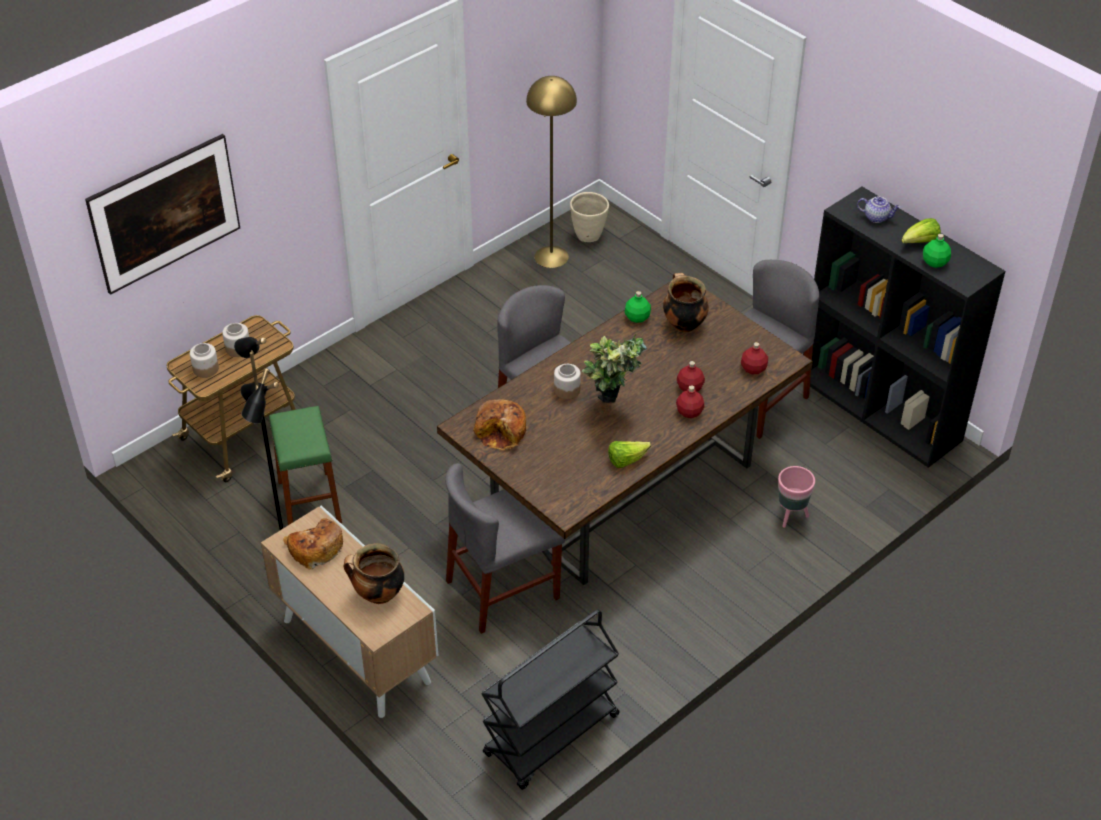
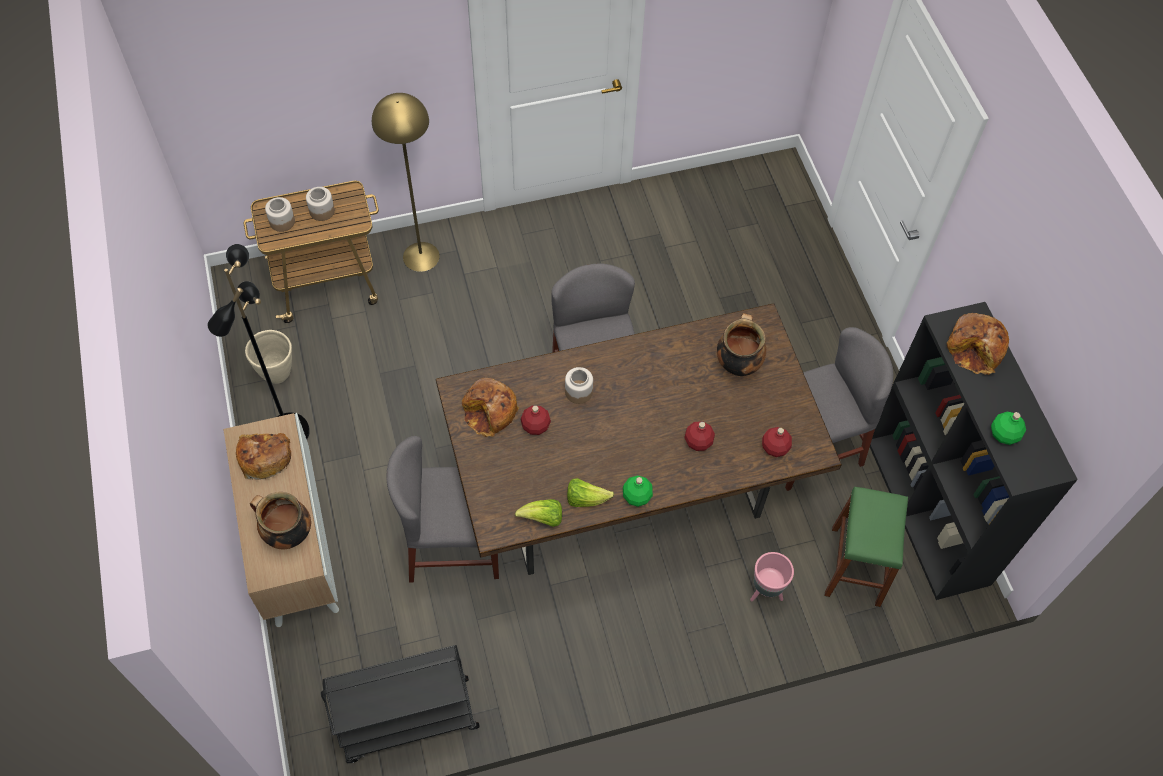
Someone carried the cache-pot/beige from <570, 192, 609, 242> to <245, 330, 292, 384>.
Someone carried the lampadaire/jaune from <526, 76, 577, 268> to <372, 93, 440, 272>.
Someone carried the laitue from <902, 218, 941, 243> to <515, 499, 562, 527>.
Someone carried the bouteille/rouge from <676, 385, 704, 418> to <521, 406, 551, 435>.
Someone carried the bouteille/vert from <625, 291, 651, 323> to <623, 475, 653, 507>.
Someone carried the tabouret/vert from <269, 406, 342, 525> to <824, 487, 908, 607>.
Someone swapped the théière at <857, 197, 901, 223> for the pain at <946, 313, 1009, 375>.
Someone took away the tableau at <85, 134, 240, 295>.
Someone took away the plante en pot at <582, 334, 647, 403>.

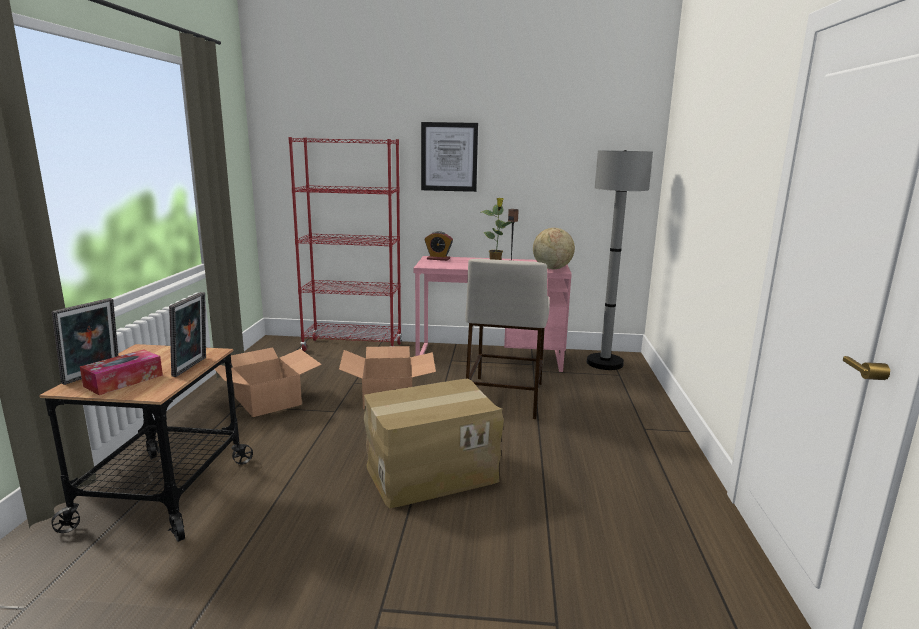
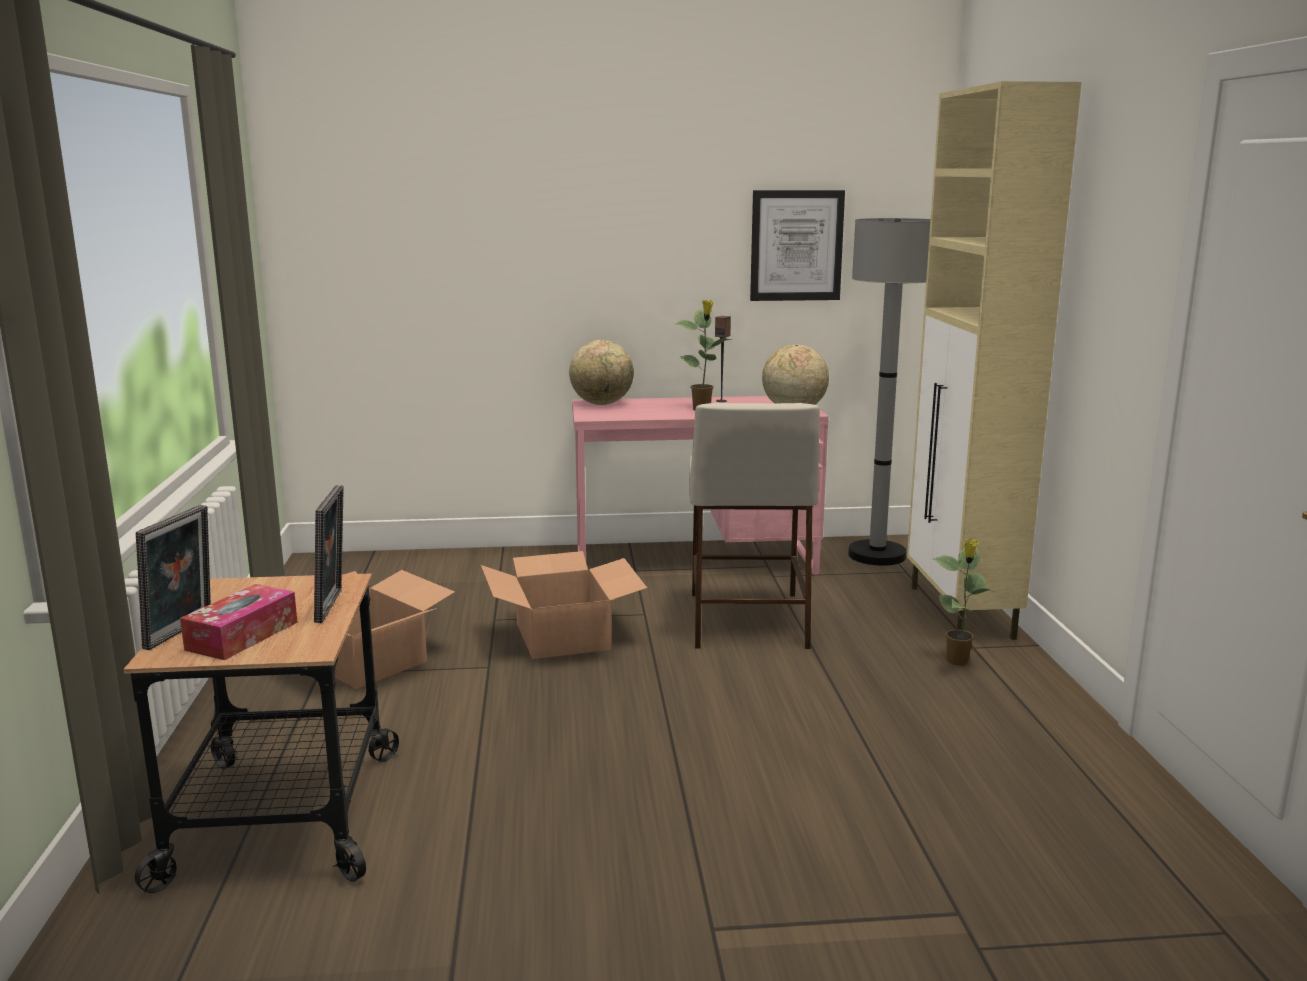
Someone swapped the réveil at <425, 231, 453, 261> for the globe at <569, 340, 634, 405>.
Someone carried the tableau from <421, 122, 478, 192> to <750, 190, 845, 301>.
Someone put down the meuble de rangement/beige at <907, 81, 1082, 640>.
Someone put down the plante en pot at <933, 539, 996, 666>.
Someone took away the bibliothèque/rouge at <288, 137, 402, 351>.
Someone took away the carton at <364, 379, 504, 508>.

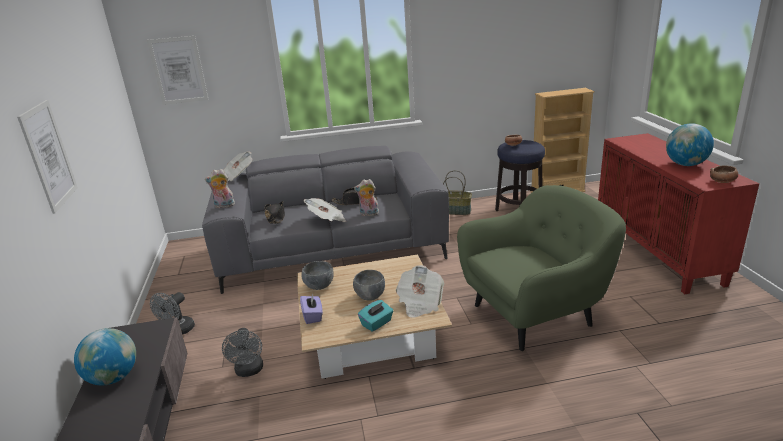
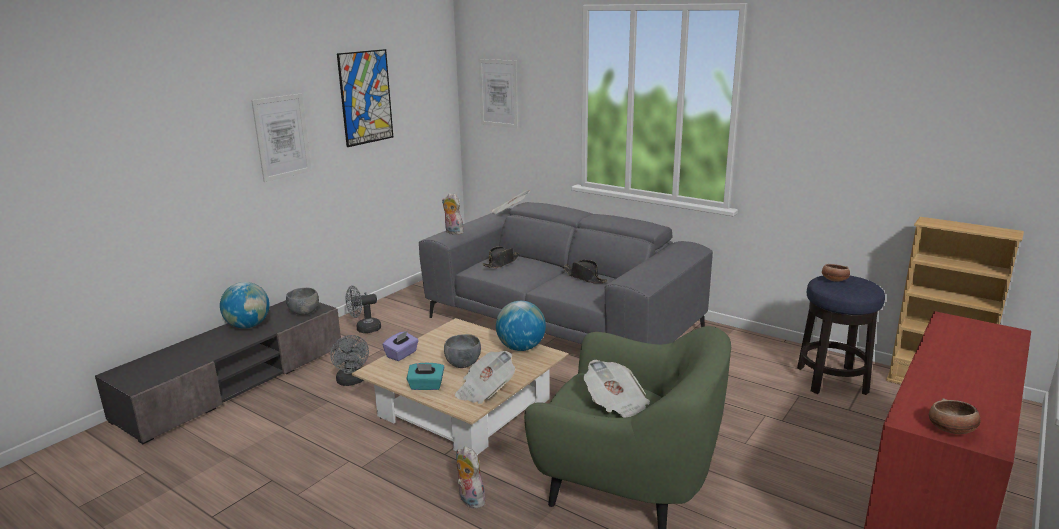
Someone carried the bol/gris from <302, 261, 334, 290> to <286, 288, 319, 316>.
Someone rotated the ventilateur/gris at <222, 328, 263, 377> by 60 degrees counterclockwise.
Someone put up the tableau at <337, 49, 393, 147>.
Someone carried the peluche from <354, 179, 380, 216> to <456, 446, 486, 509>.
Someone carried the globe from <666, 123, 714, 166> to <496, 301, 546, 351>.
Someone carried the journal from <304, 198, 346, 222> to <584, 360, 650, 418>.
Someone took away the panier at <443, 170, 472, 215>.

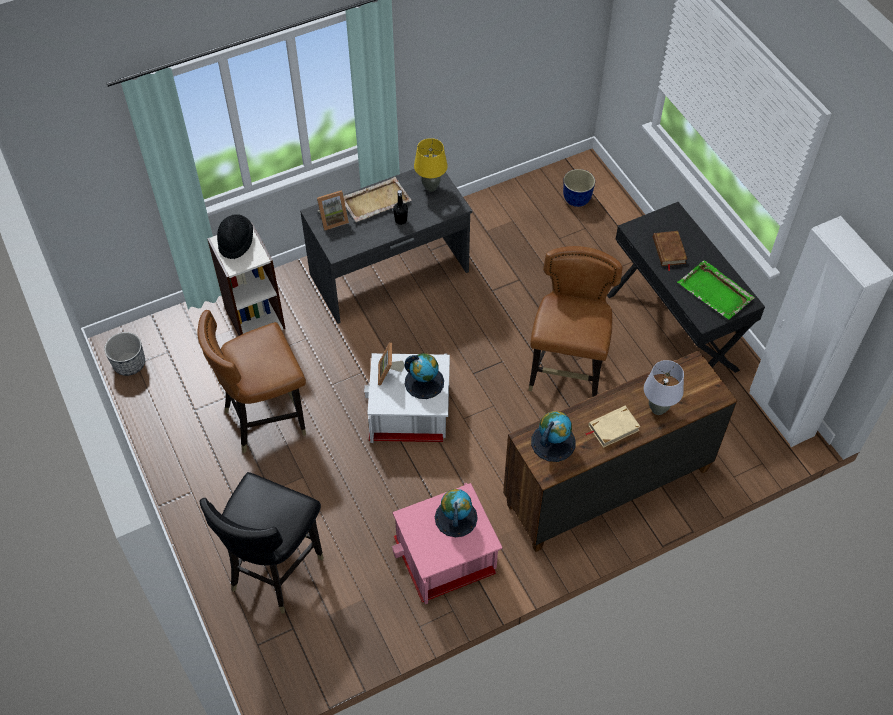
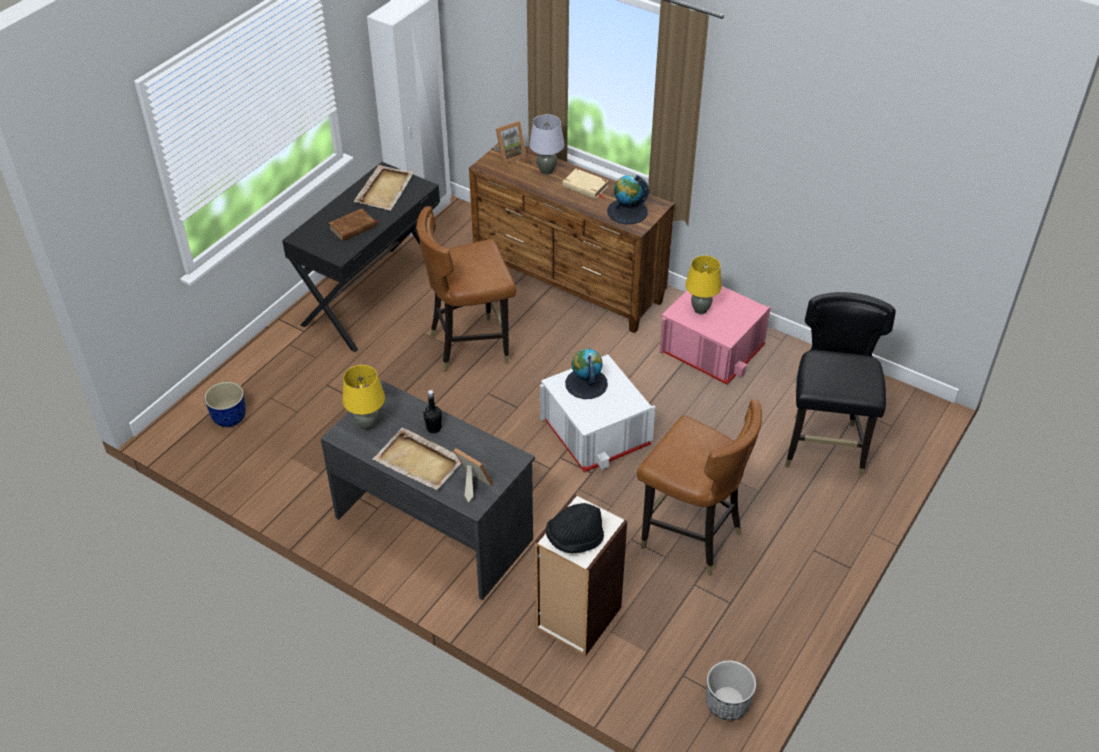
Someone repainted the plateau/vert at <677, 260, 755, 319>, which became the plateau/beige at <354, 165, 414, 211>.
Someone carried the cadre photo from <378, 342, 405, 385> to <493, 121, 527, 164>.
Someone swapped the globe at <435, 489, 478, 537> for the lampe de table/jaune at <685, 256, 722, 314>.
Someone rotated the chaise/noir at <200, 472, 324, 614> by 75 degrees counterclockwise.

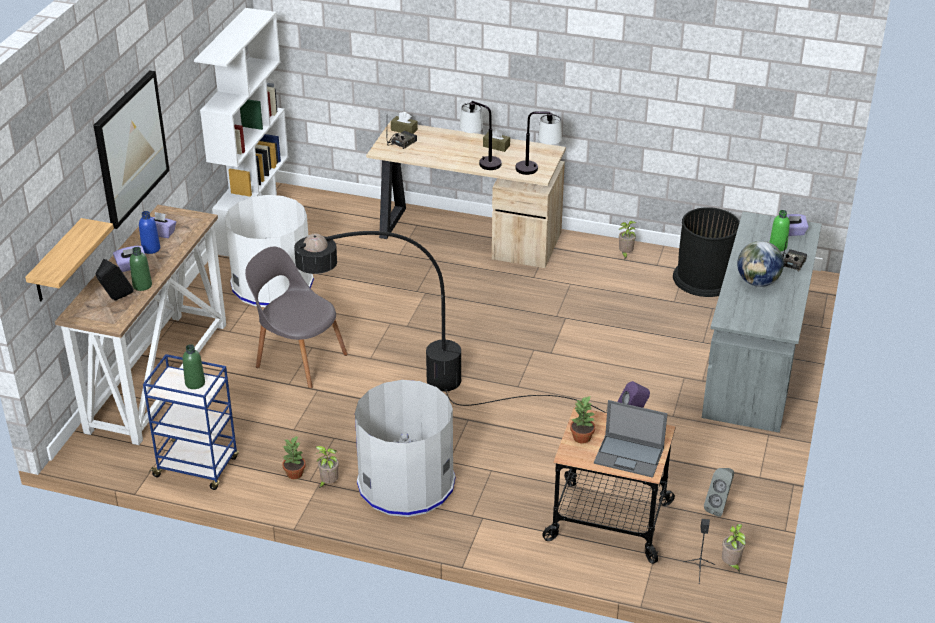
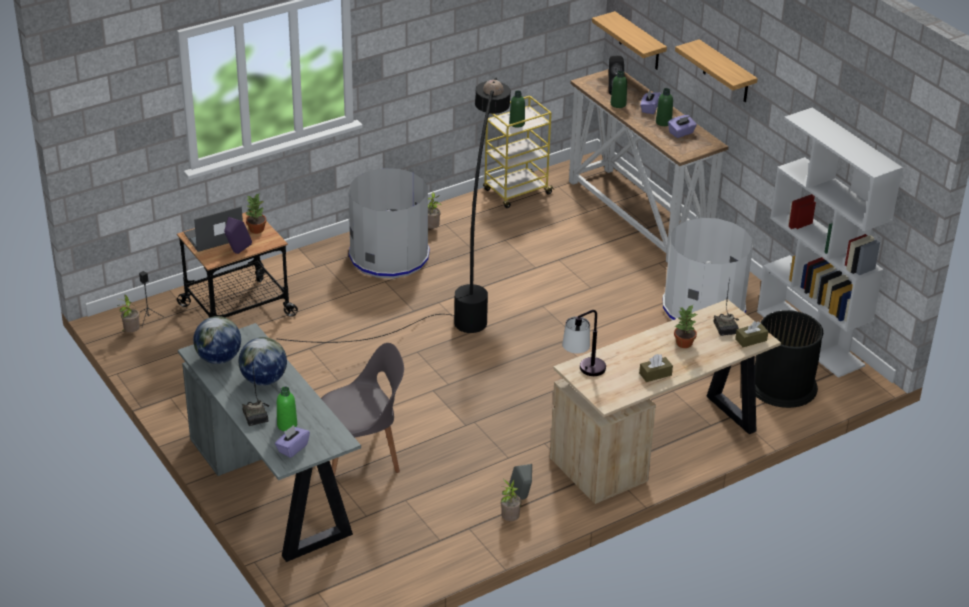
Someone put down the globe at <193, 316, 241, 364>.
Someone carried the chaise/gris from <245, 247, 348, 389> to <321, 343, 404, 476>.
Someone repainted the chariot/bleu at <143, 354, 239, 490>, which became the chariot/jaune at <483, 96, 555, 208>.
Someone carried the enceinte/gris from <704, 468, 734, 517> to <509, 464, 532, 500>.
Someone repainted the bouteille/bleu at <139, 211, 160, 254>, which became the bouteille/vert at <656, 88, 673, 126>.
Someone carried the plante en pot from <283, 437, 306, 479> to <674, 305, 697, 348>.
Someone swapped the tableau at <94, 70, 170, 229> for the étagère at <675, 39, 758, 102>.
Someone carried the poubelle/noir from <673, 207, 740, 297> to <755, 310, 823, 408>.
Someone took away the lampe de table at <460, 101, 502, 170>.

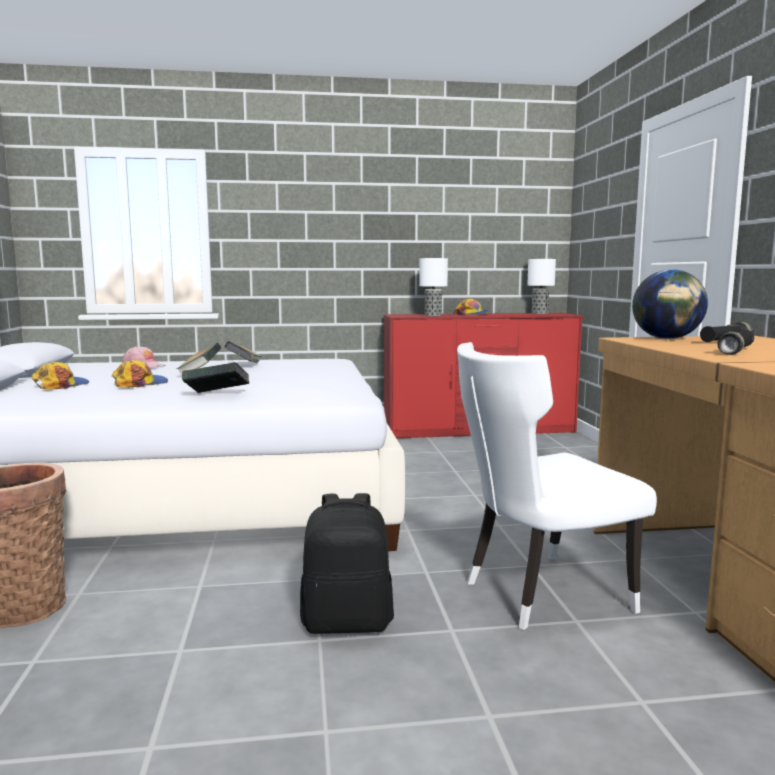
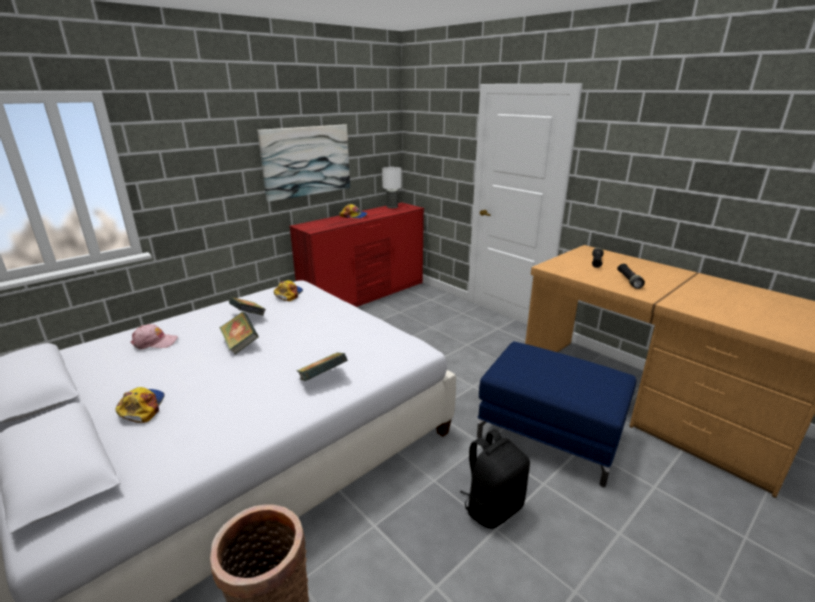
Someone put up the tableau at <257, 124, 350, 202>.
Someone carried the casquette from <112, 360, 168, 388> to <274, 280, 303, 301>.
Someone swapped the chaise/blanc at <457, 342, 657, 630> for the pouf/bleu at <477, 341, 636, 487>.
Someone took away the lampe de table at <419, 258, 448, 316>.
Someone took away the globe at <632, 269, 708, 339>.

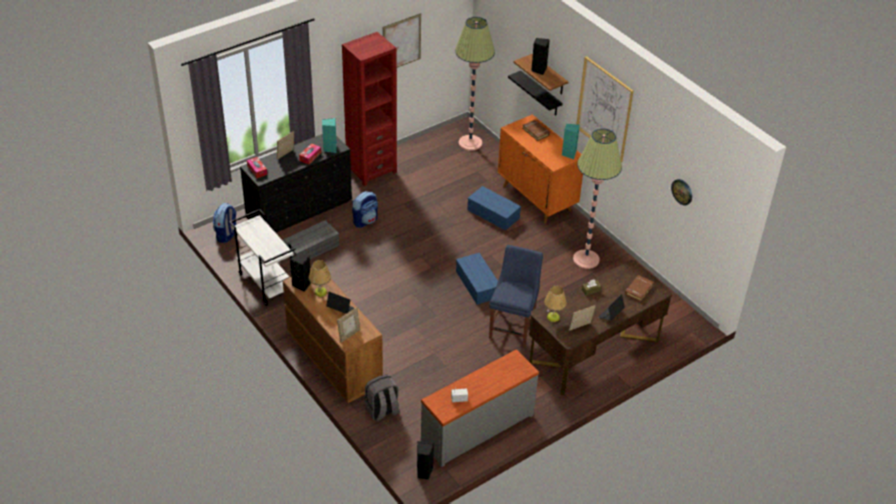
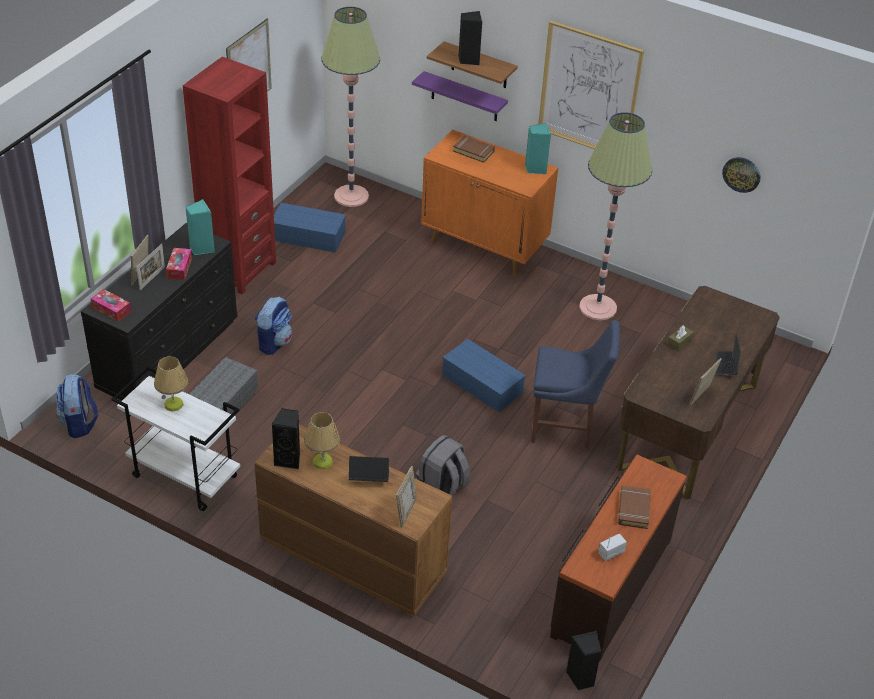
Someone put down the cadre photo at <136, 244, 165, 290>.
Someone carried the lampe de table from <544, 286, 567, 322> to <154, 356, 189, 412>.
Someone carried the boîte de rangement/bleu from <467, 186, 521, 231> to <274, 203, 346, 253>.
Someone repainted the étagère/noir at <508, 71, 563, 115>, which became the étagère/violet at <412, 71, 508, 121>.
Someone carried the sac à dos/gris from <365, 374, 400, 421> to <416, 435, 470, 498>.
Someone rotated the chaise/bleu at <489, 245, 543, 347> by 105 degrees clockwise.
Someone repainted the commode/gris at <421, 349, 539, 467>, which became the commode/marron at <550, 455, 687, 662>.
Someone carried the livre/marron from <625, 275, 654, 302> to <618, 485, 651, 529>.

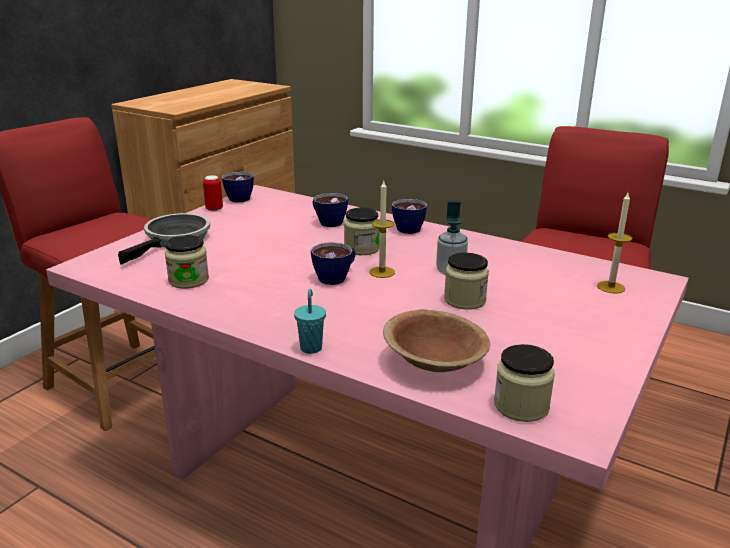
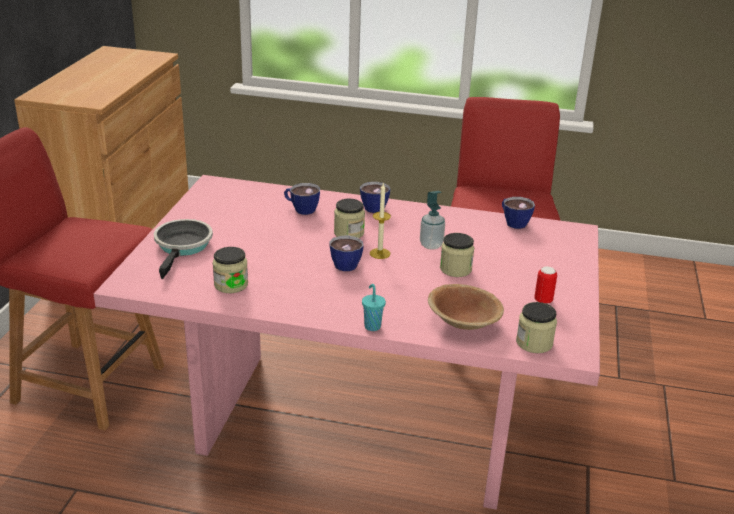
Someone carried the tasse from <222, 172, 254, 202> to <502, 197, 535, 229>.
Someone carried the boîte métallique from <203, 175, 223, 211> to <534, 266, 557, 304>.
Someone took away the bougie at <597, 193, 632, 293>.

